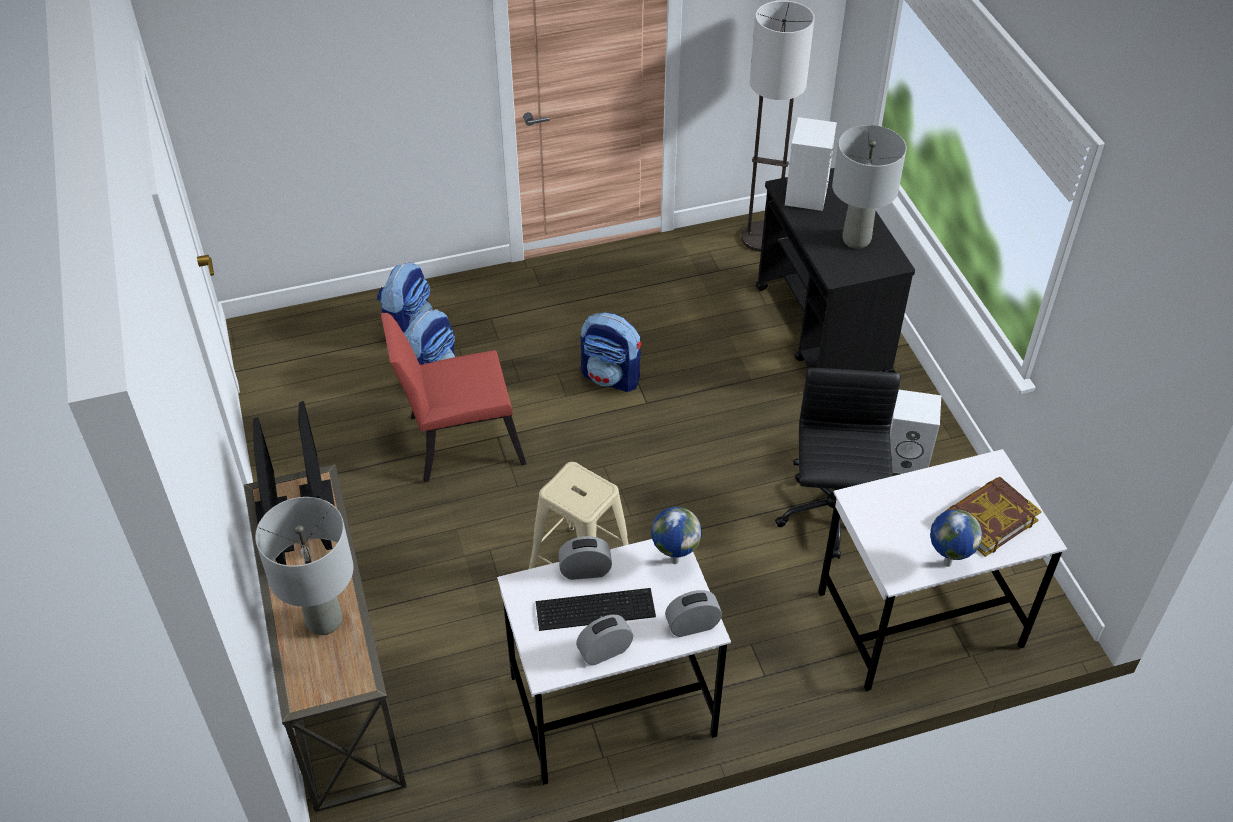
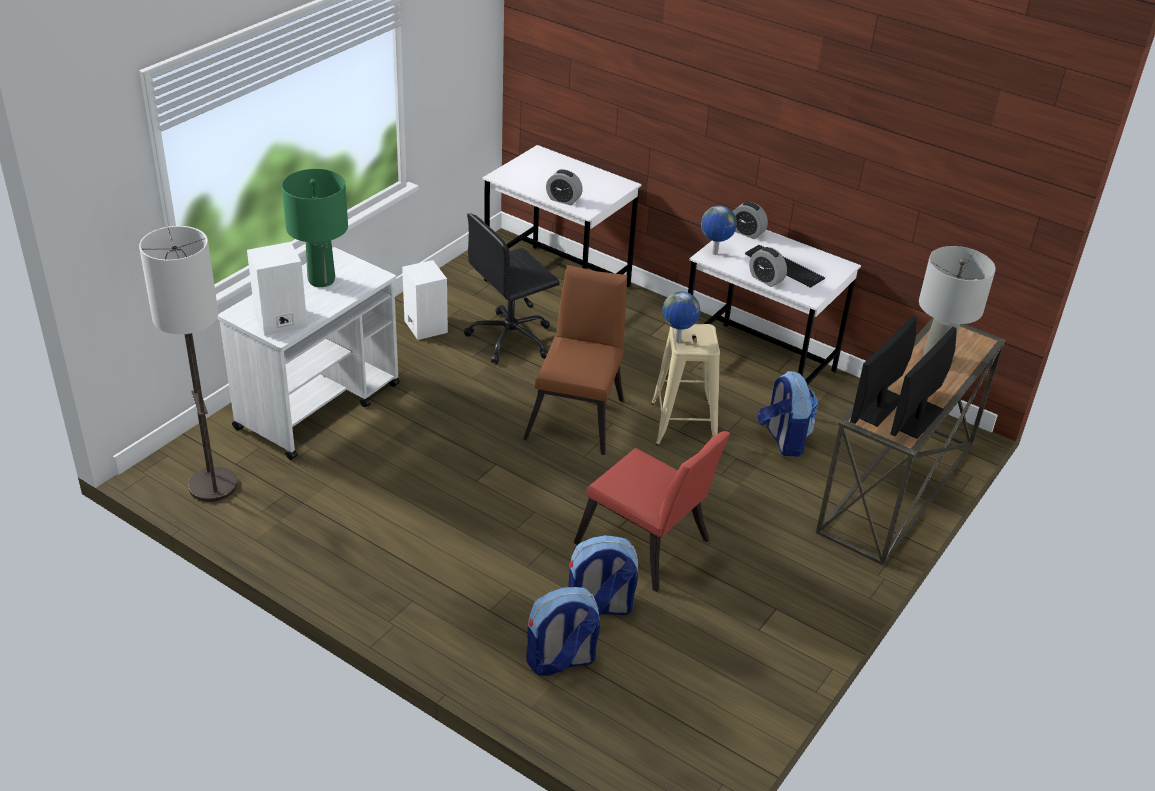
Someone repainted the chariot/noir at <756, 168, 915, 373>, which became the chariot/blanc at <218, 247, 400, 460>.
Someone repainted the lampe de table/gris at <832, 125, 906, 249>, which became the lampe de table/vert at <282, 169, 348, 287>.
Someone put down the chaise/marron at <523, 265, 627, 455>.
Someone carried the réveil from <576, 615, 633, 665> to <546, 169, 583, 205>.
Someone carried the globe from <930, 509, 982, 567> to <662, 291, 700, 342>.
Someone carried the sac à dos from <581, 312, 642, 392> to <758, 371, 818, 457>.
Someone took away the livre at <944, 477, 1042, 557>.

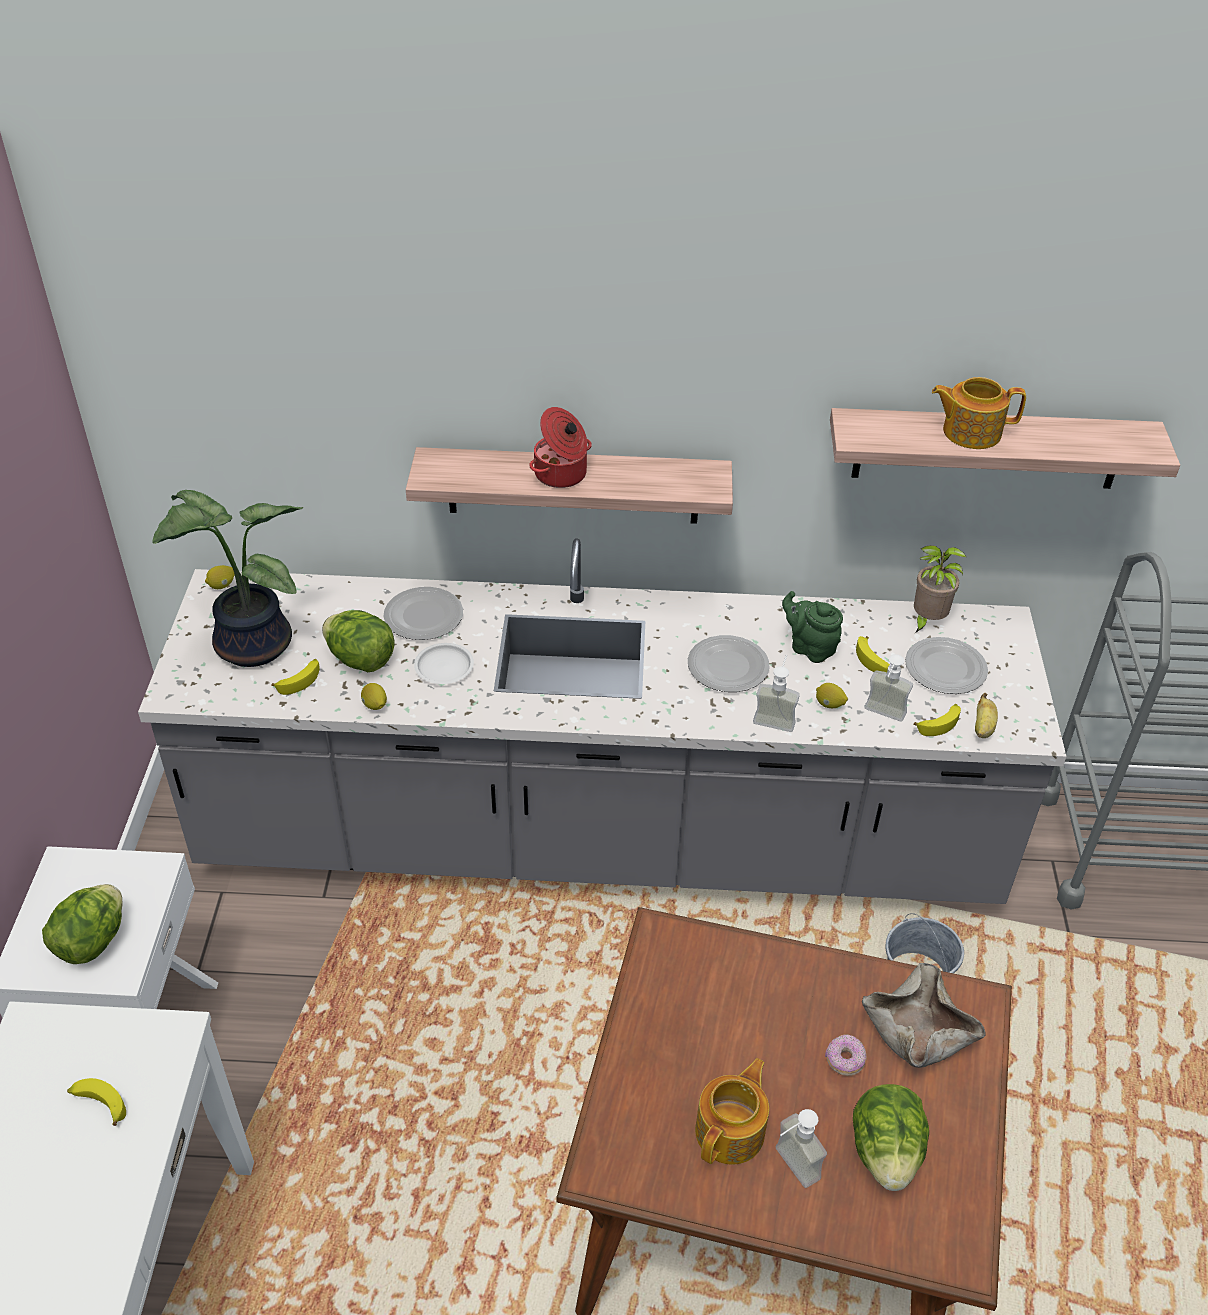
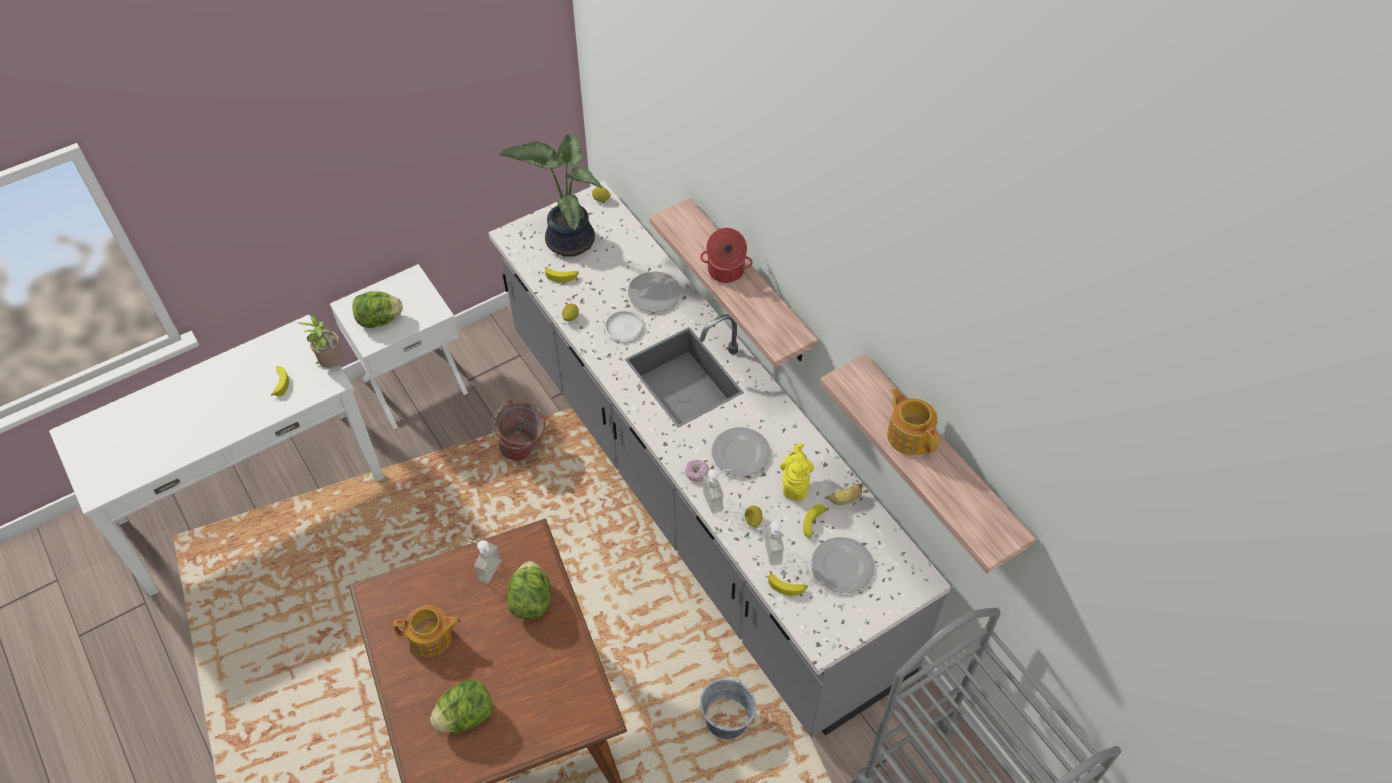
Someone carried the plante en pot from <914, 545, 966, 633> to <298, 314, 344, 368>.
Someone carried the distributeur de savon from <775, 1109, 827, 1188> to <466, 539, 501, 584>.
Someone put down the seau at <491, 399, 545, 461>.
Someone carried the laitue from <322, 610, 395, 672> to <507, 561, 551, 619>.
Someone carried the beignet from <825, 1034, 867, 1076> to <685, 460, 709, 482>.
Someone repainted the théière/vert at <782, 591, 843, 663>, which became the théière/jaune at <780, 443, 814, 500>.
Someone carried the banane from <975, 693, 998, 738> to <827, 483, 863, 505>.
Someone took away the bol/beige at <862, 963, 986, 1068>.

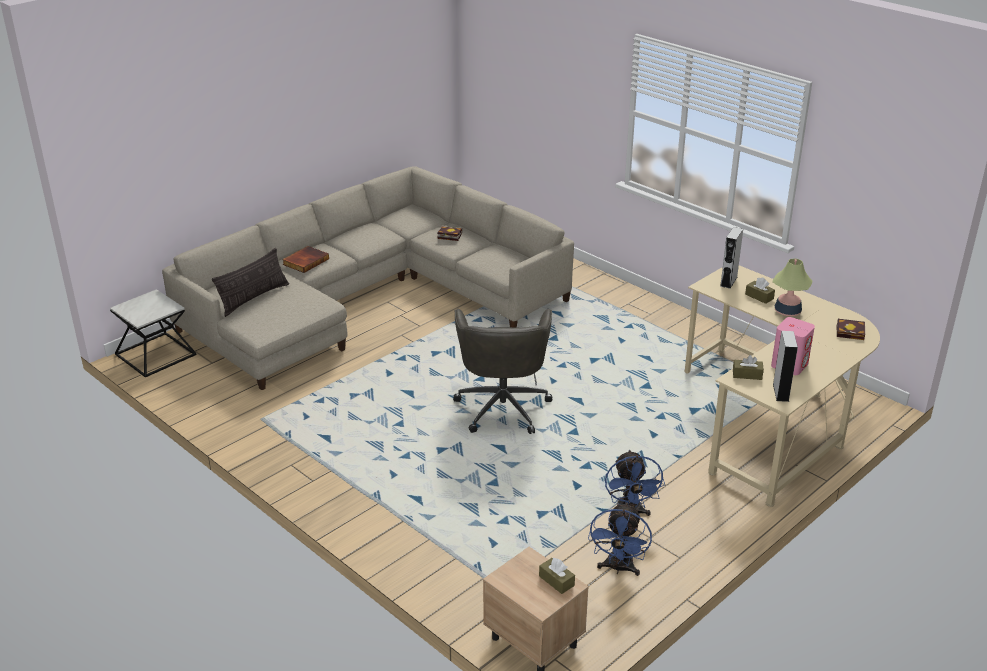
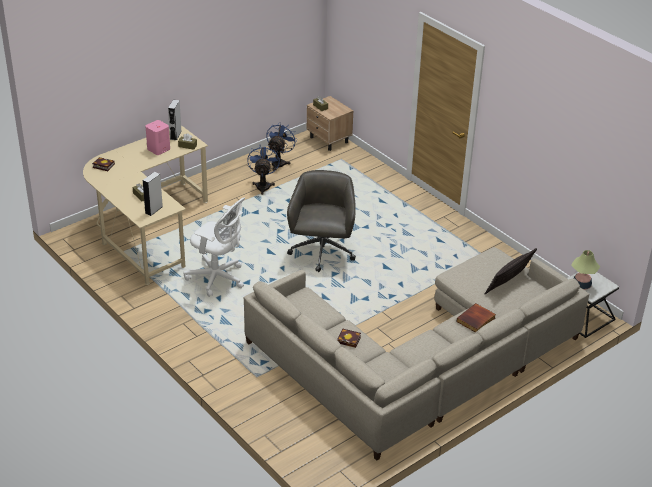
Someone put down the chaise de bureau/blanc at <183, 198, 245, 297>.
Someone carried the lampe de table from <773, 259, 812, 316> to <571, 250, 600, 290>.

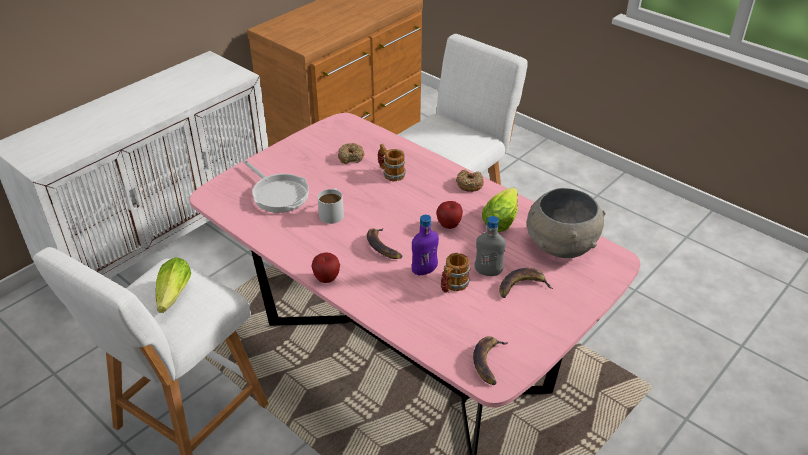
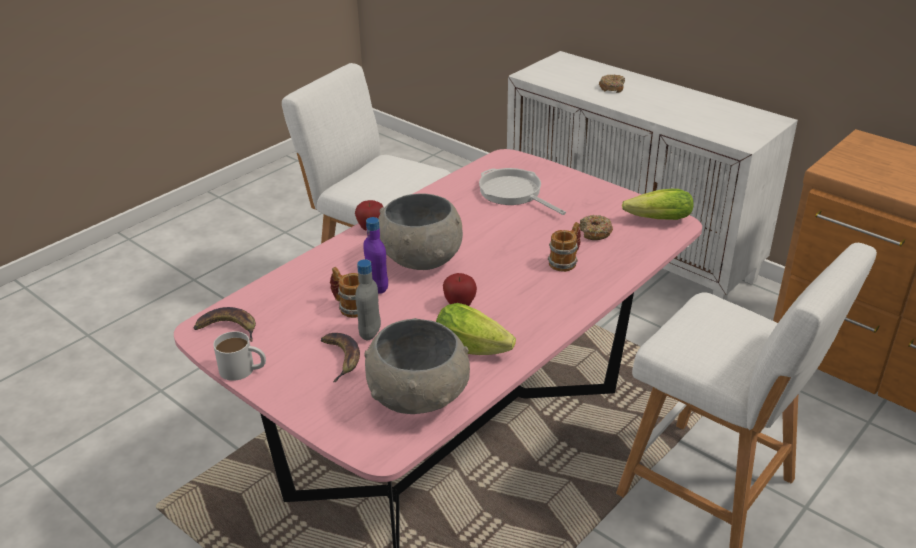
Someone carried the mug/blanc from <318, 188, 344, 224> to <213, 331, 266, 381>.
Someone swapped the banane at <367, 228, 403, 259> for the bol/gris at <378, 194, 463, 270>.
Someone rotated the poêle at <243, 160, 309, 213> by 90 degrees clockwise.
Someone carried the beignet from <456, 169, 484, 192> to <599, 74, 625, 93>.
Someone carried the laitue from <156, 257, 191, 313> to <622, 189, 694, 220>.

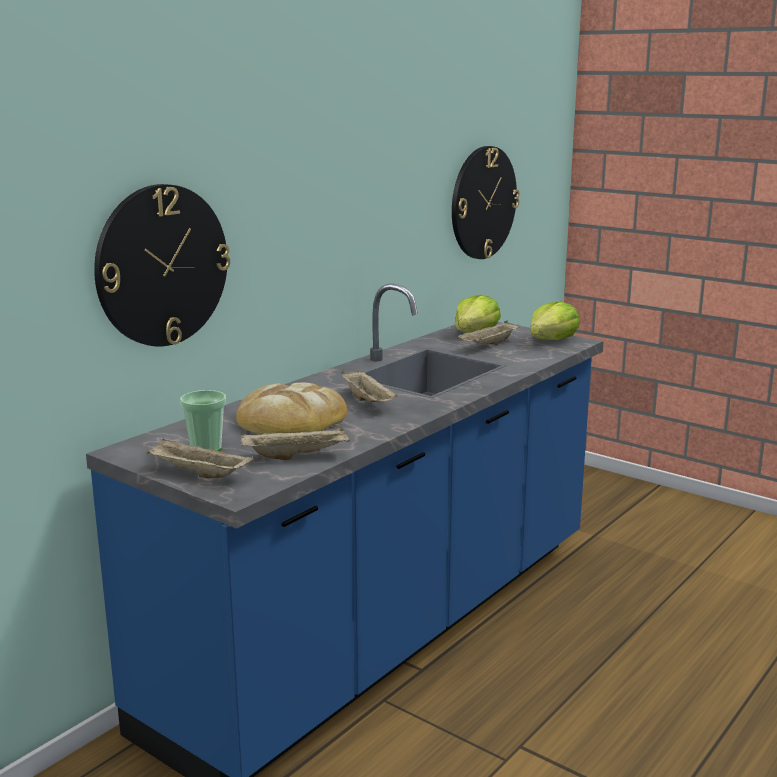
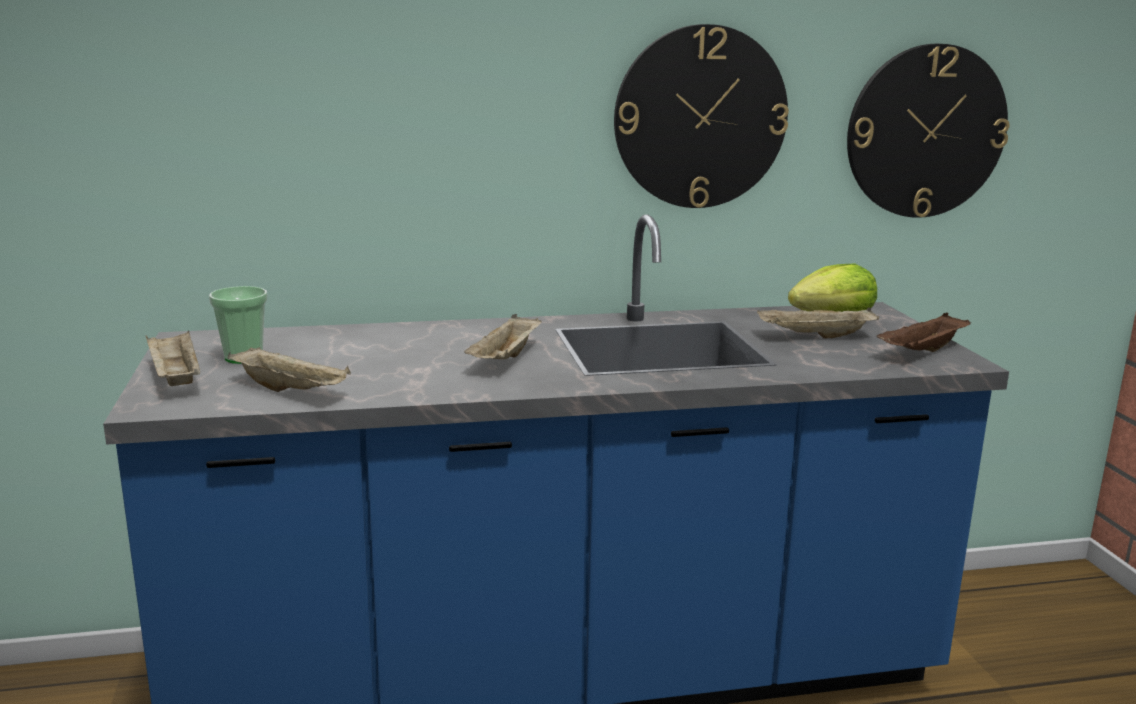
Someone carried the horloge murale from <94, 184, 230, 347> to <614, 24, 789, 208>.
Someone swapped the laitue at <530, 301, 580, 340> for the plateau/marron at <877, 313, 971, 352>.
Someone took away the pain at <236, 383, 347, 435>.

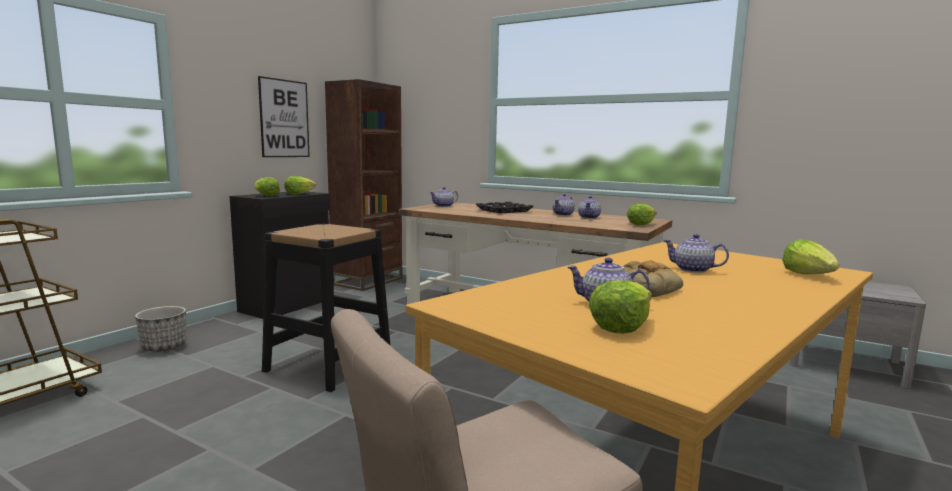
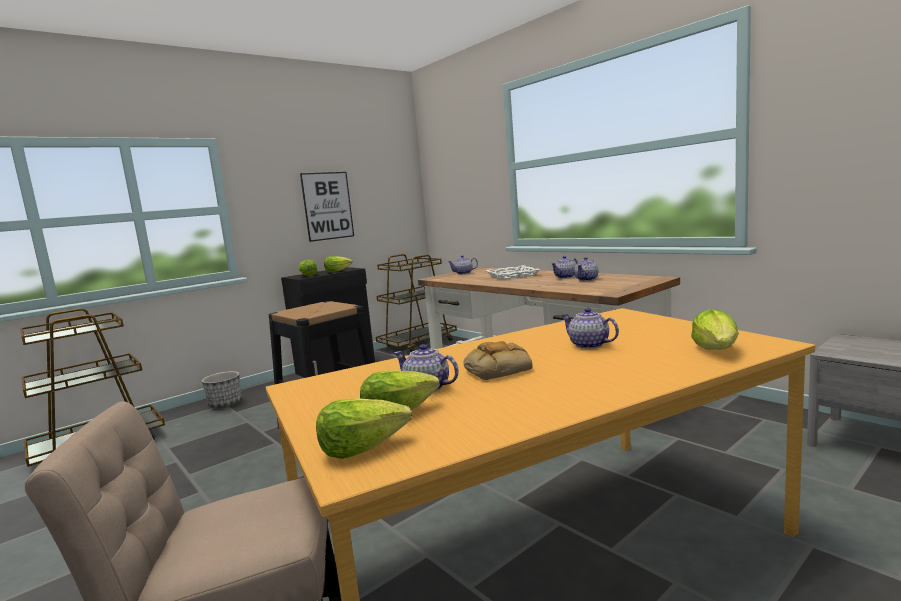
Someone carried the laitue from <627, 203, 657, 226> to <316, 398, 412, 459>.
Someone swapped the bibliothèque/marron at <325, 79, 403, 291> for the chariot/marron at <376, 254, 457, 352>.
Someone repainted the plateau/noir at <476, 202, 534, 214>, which became the plateau/blanc at <486, 265, 540, 279>.

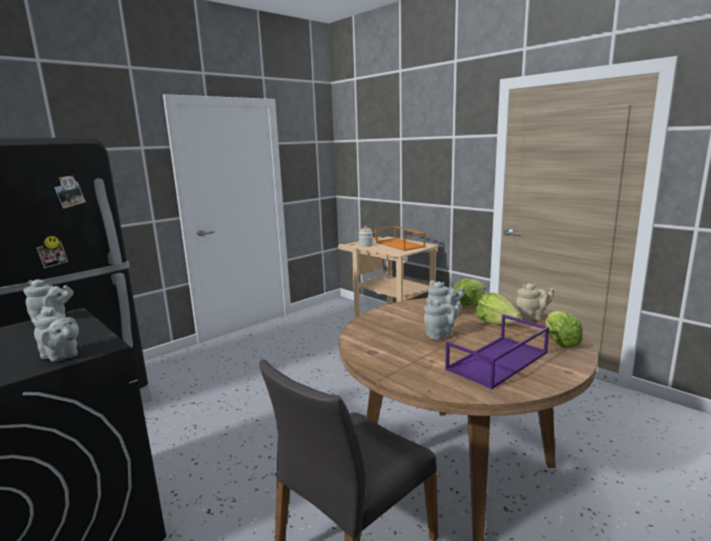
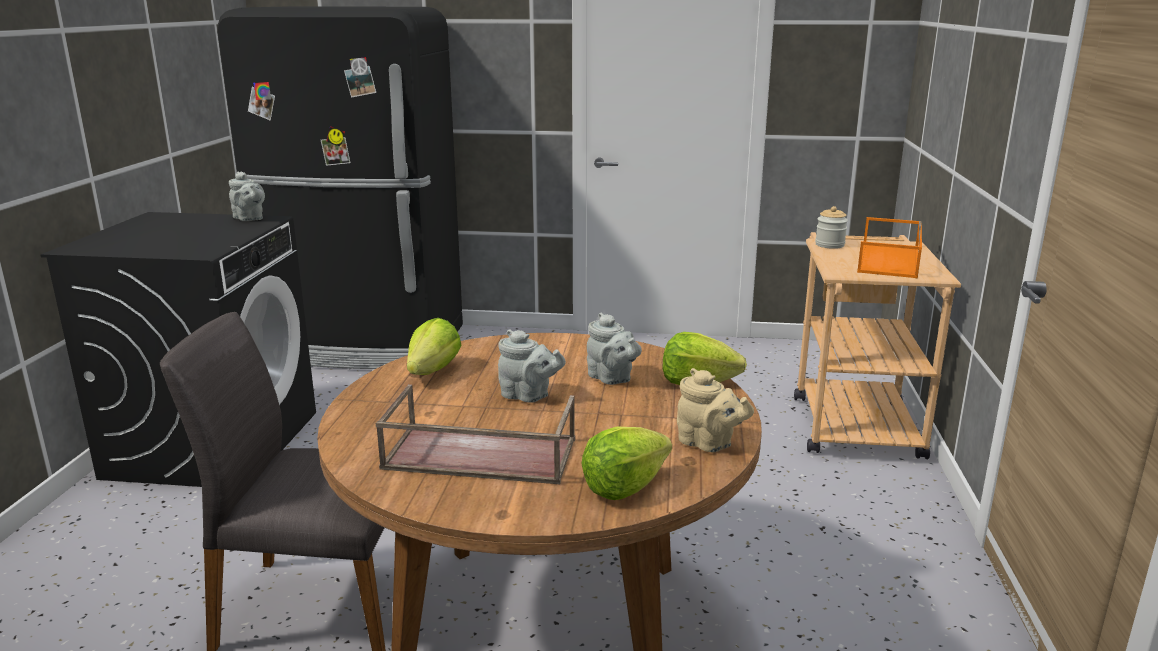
Someone repainted the plateau/violet at <445, 314, 549, 389>, which became the plateau/marron at <376, 384, 575, 484>.
Someone carried the laitue from <476, 293, 521, 325> to <407, 318, 461, 375>.
Someone took away the théière/gris at <32, 306, 79, 362>.

